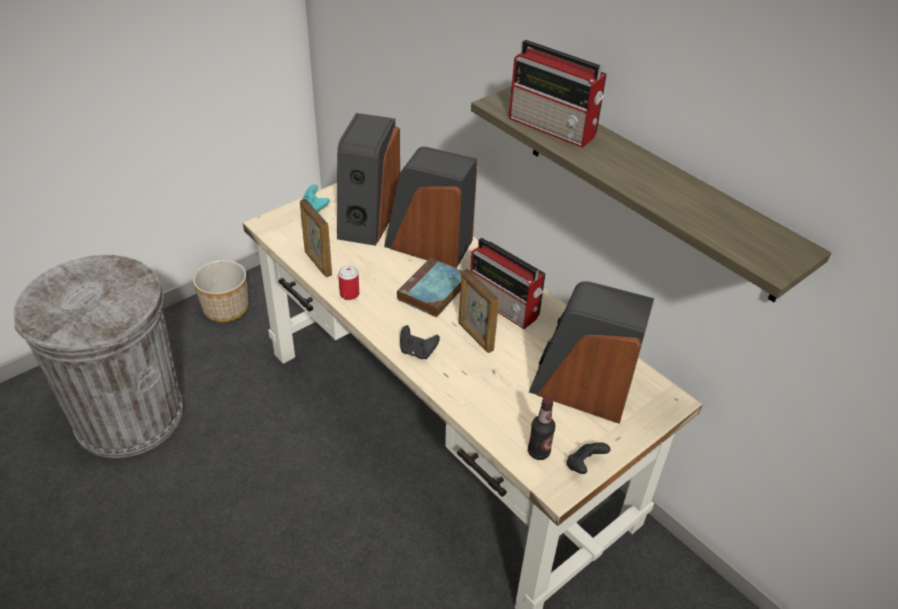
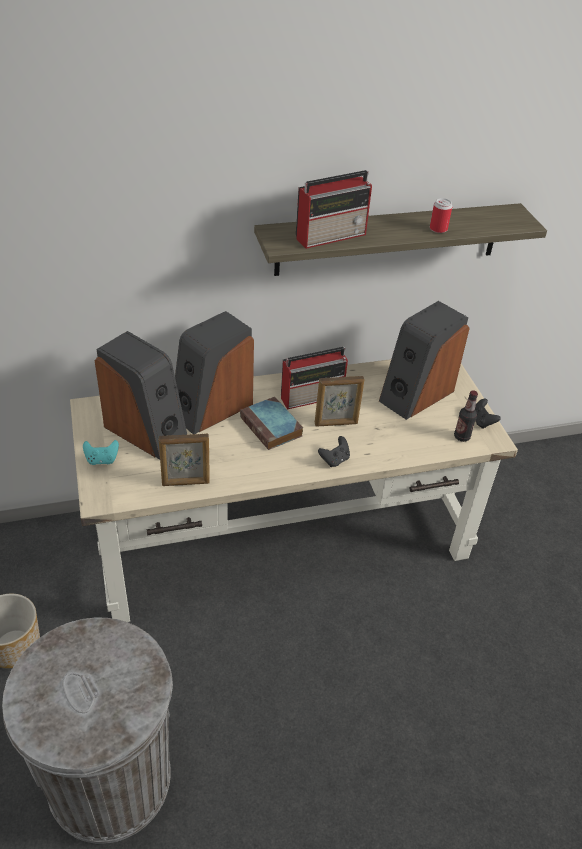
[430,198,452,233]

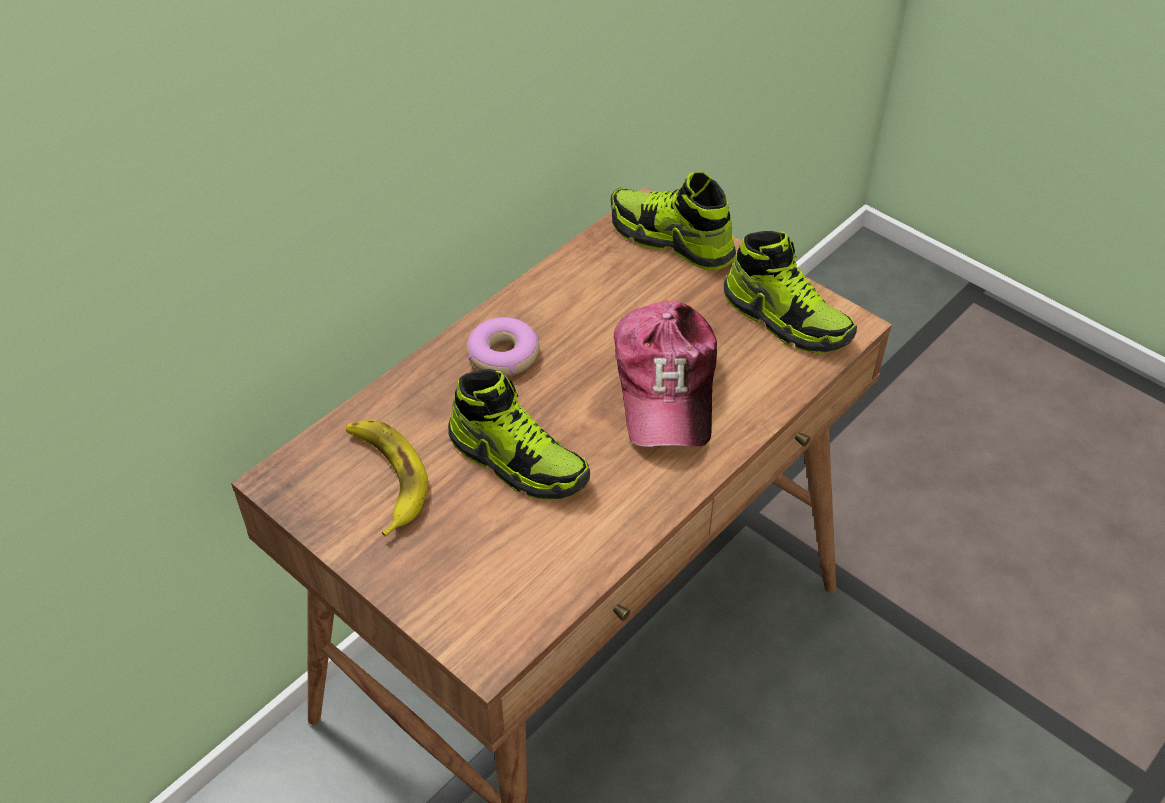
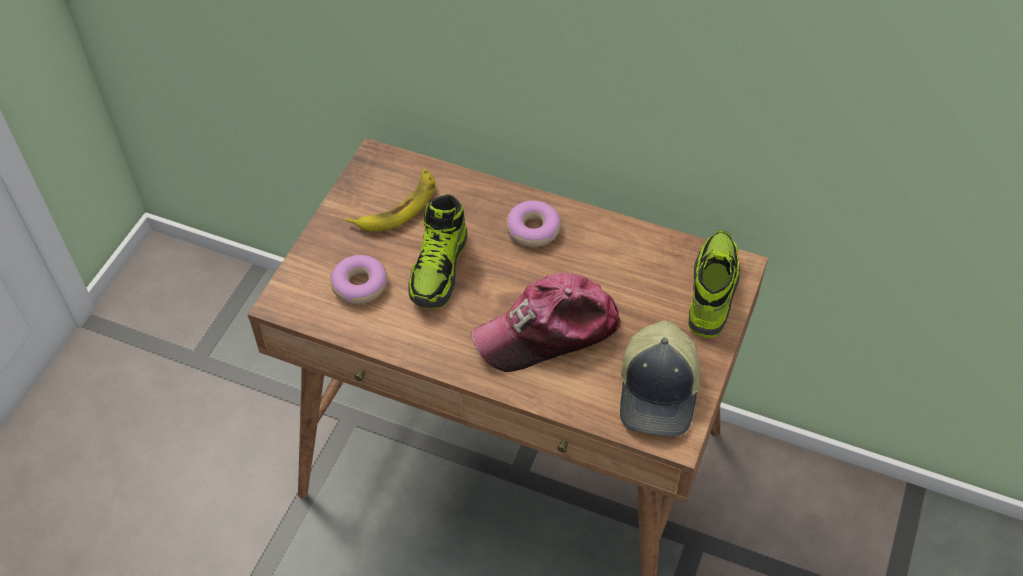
[330,255,388,304]
[620,320,700,437]

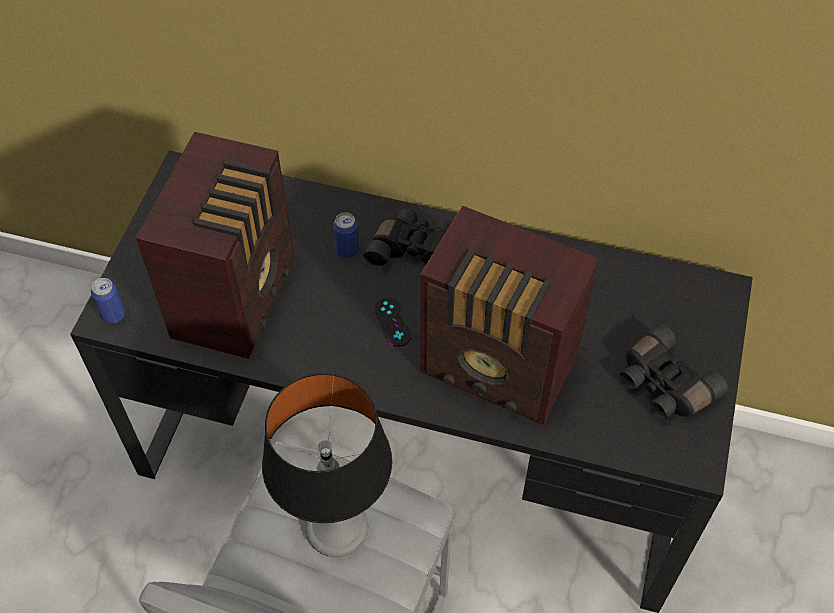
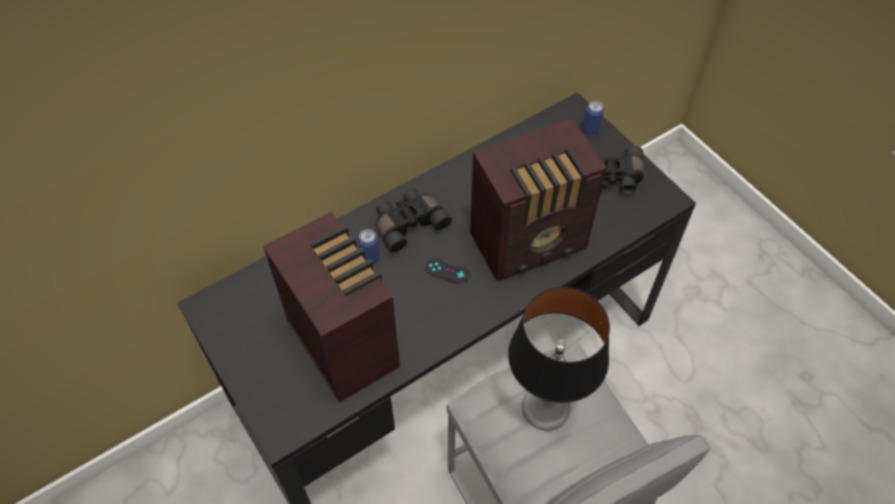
[583,101,604,136]

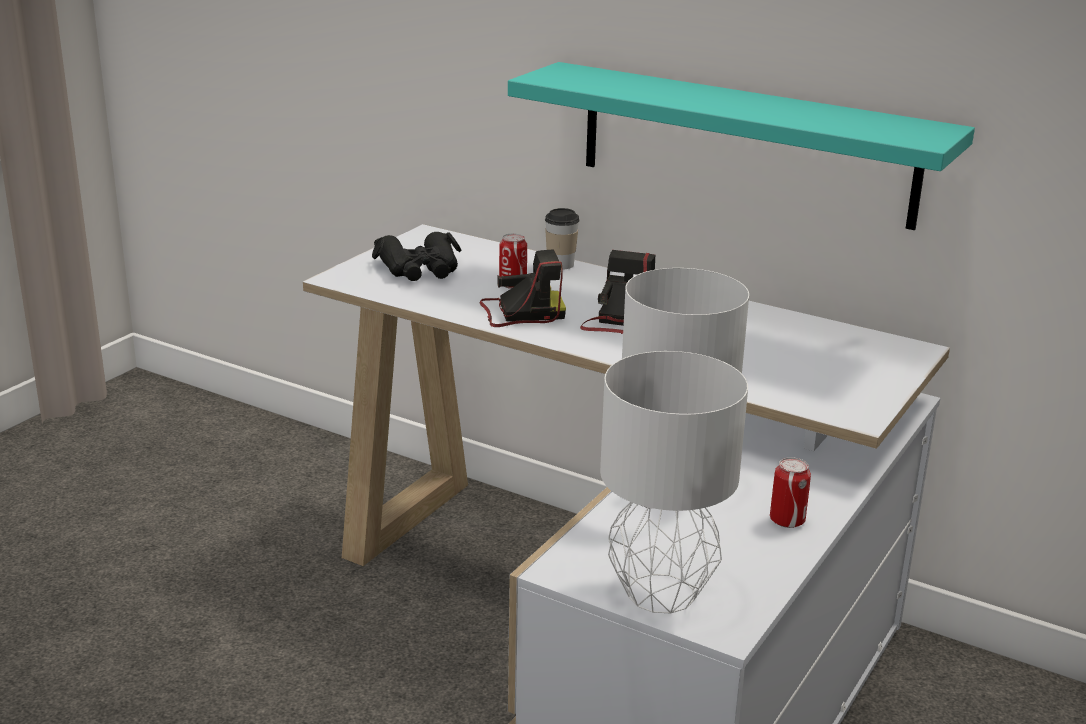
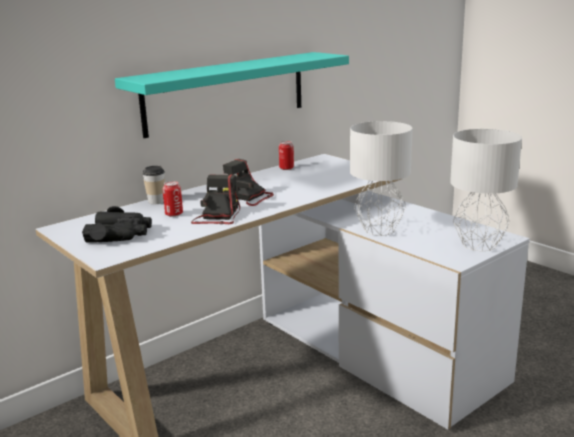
[279,141,294,170]

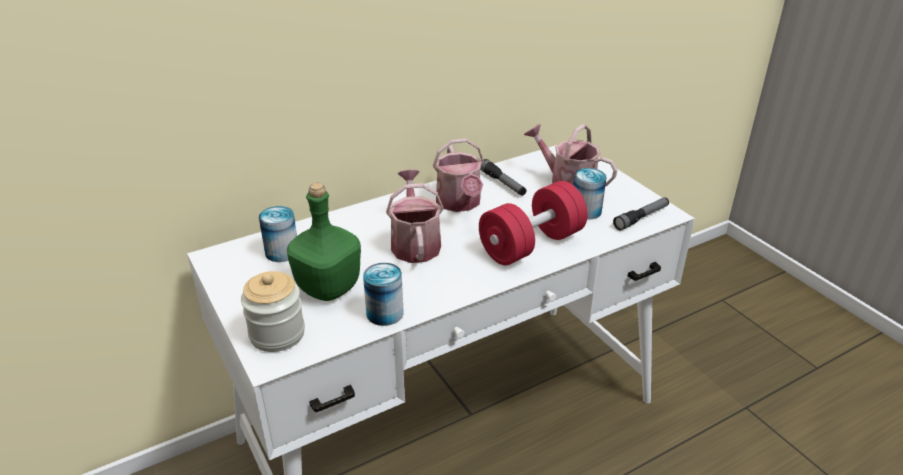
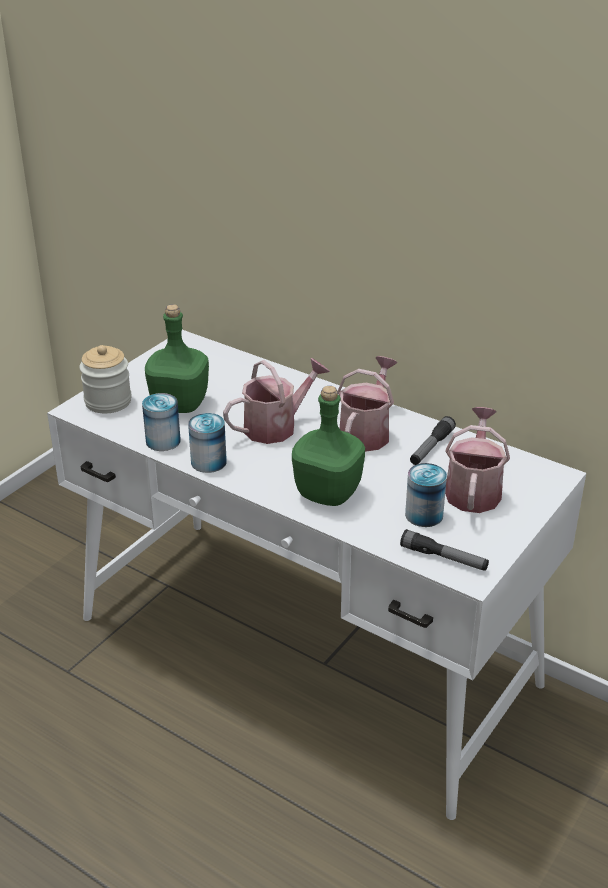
[188,413,227,473]
[292,386,365,506]
[338,356,398,452]

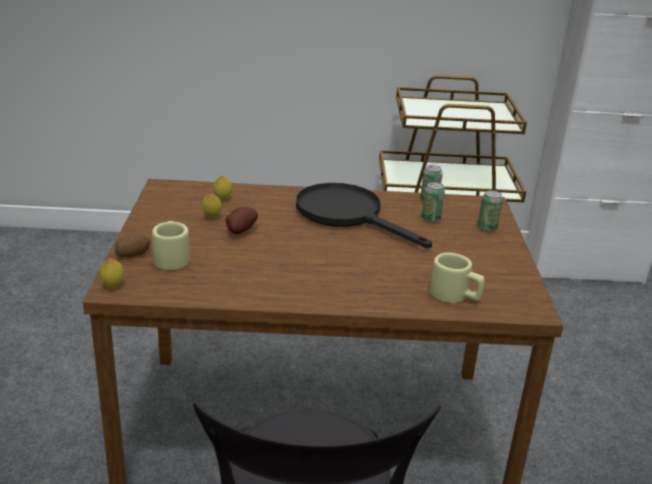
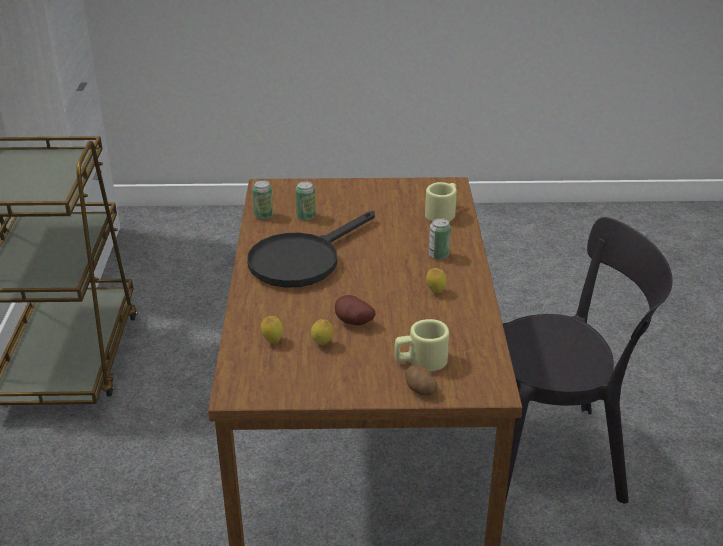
[426,268,447,293]
[429,218,451,260]

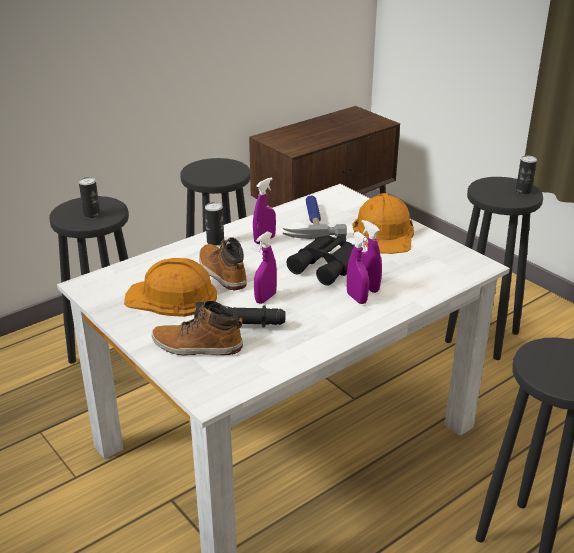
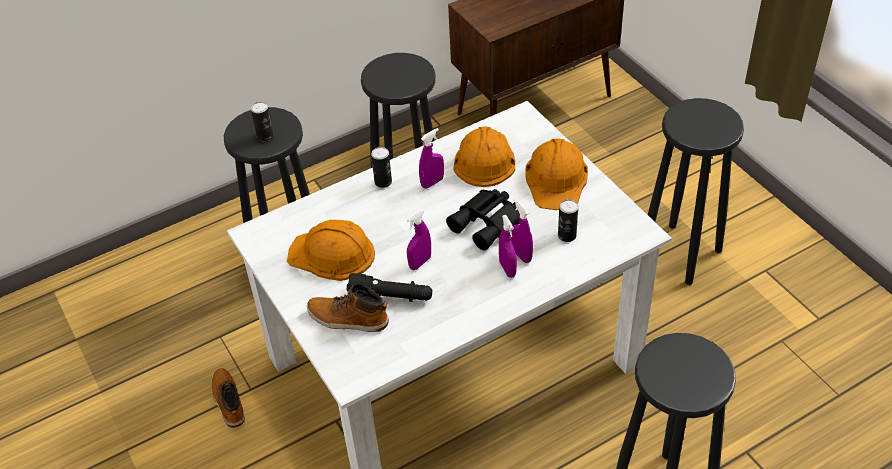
[211,368,245,428]
[558,200,578,242]
[454,126,515,187]

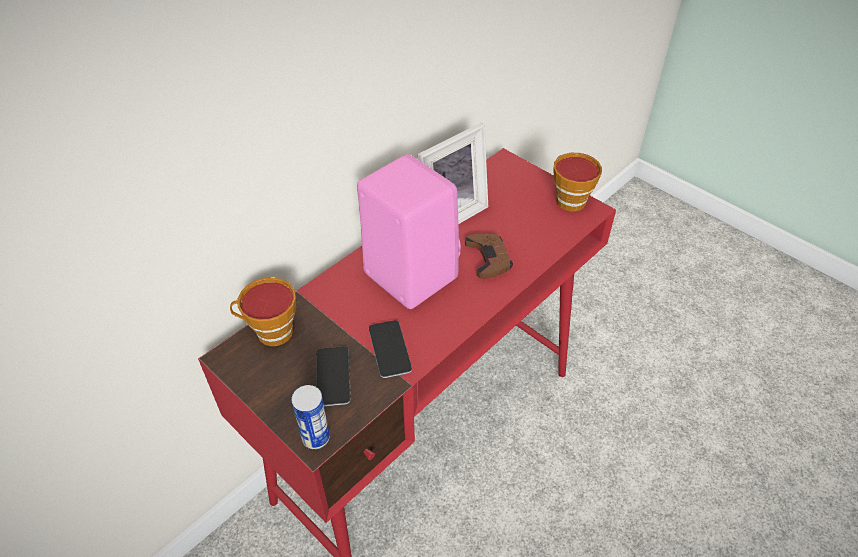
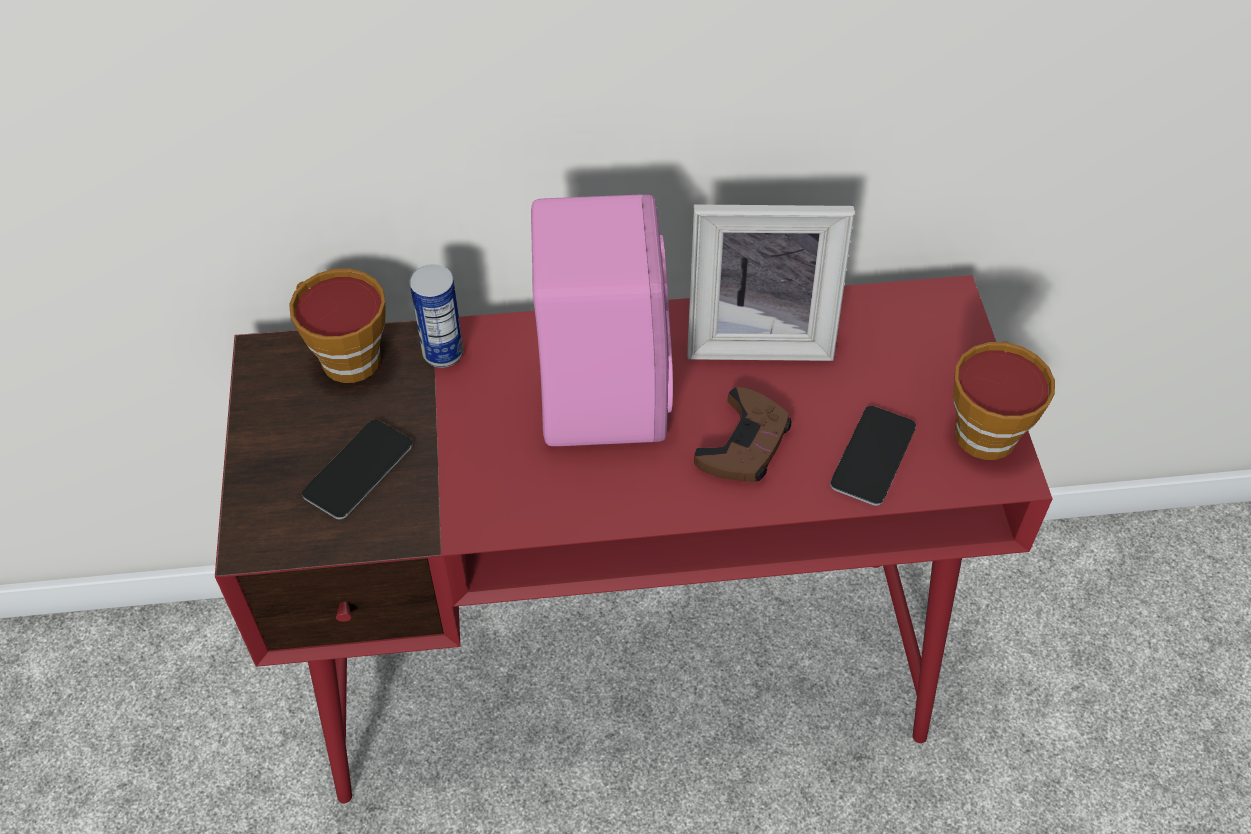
[410,264,463,368]
[830,406,916,506]

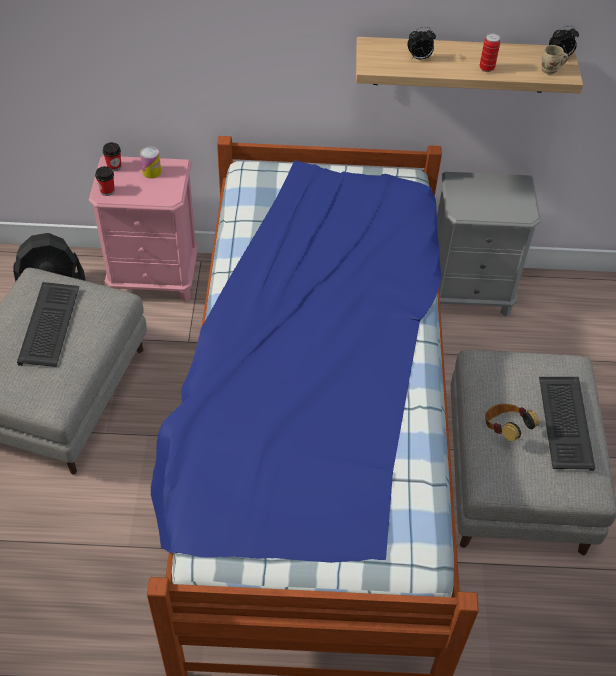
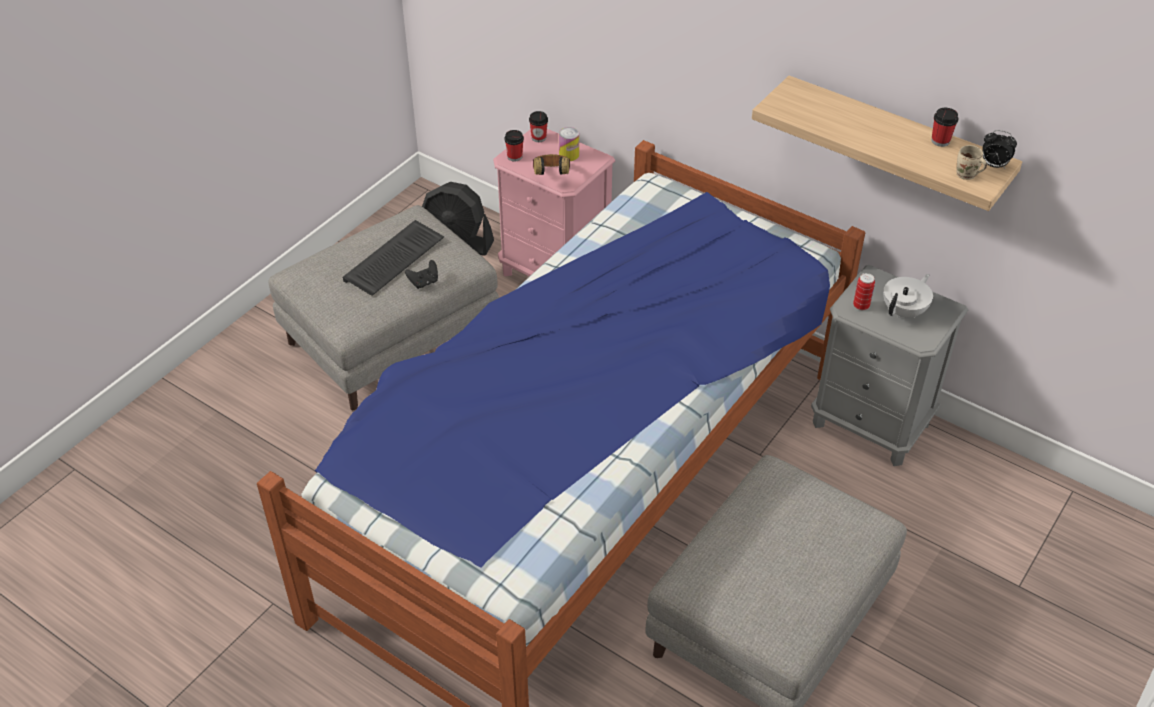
[407,27,436,60] (first image)
[539,377,595,470] (first image)
[405,260,438,289]
[883,274,933,318]
[931,108,958,147]
[853,273,875,310]
[533,154,570,175]

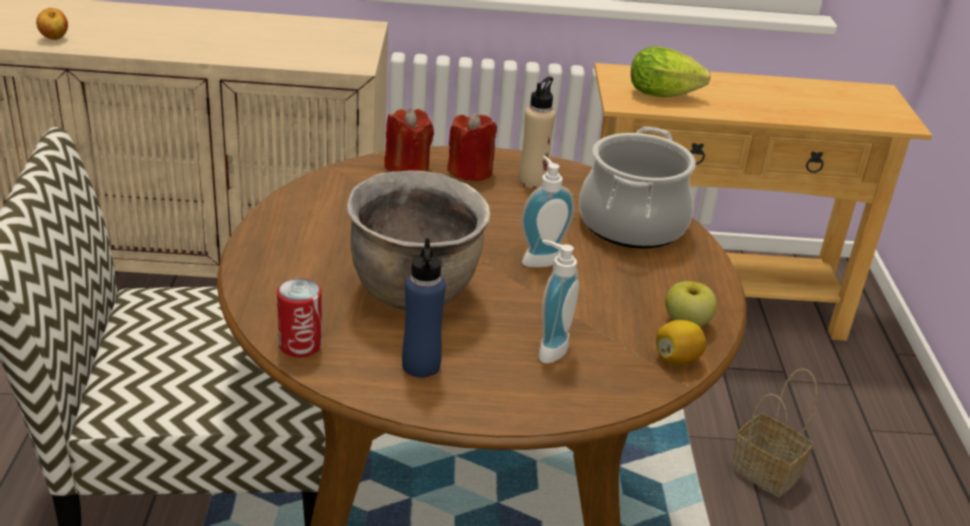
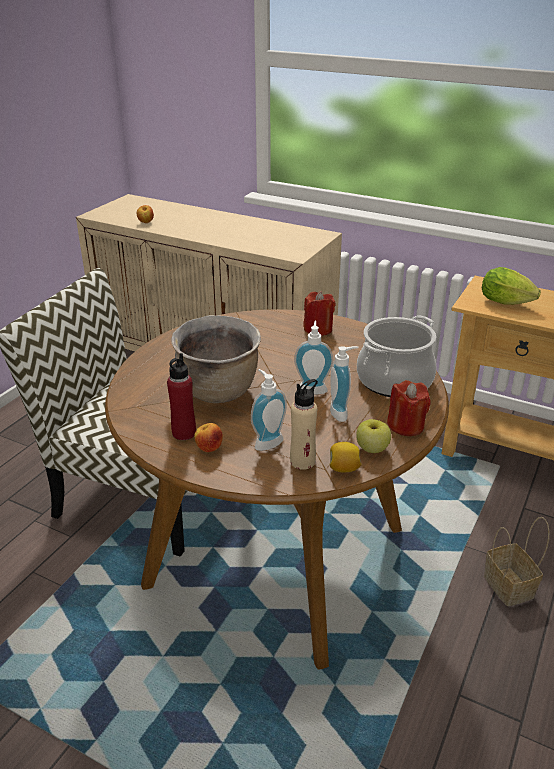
[277,278,322,357] (first image)
[194,423,223,452]
[330,346,358,422]
[387,380,431,436]
[290,379,318,470]
[167,353,196,440]

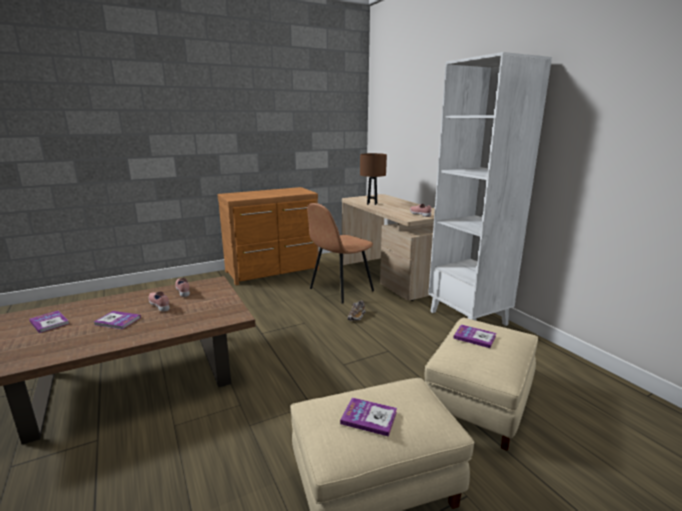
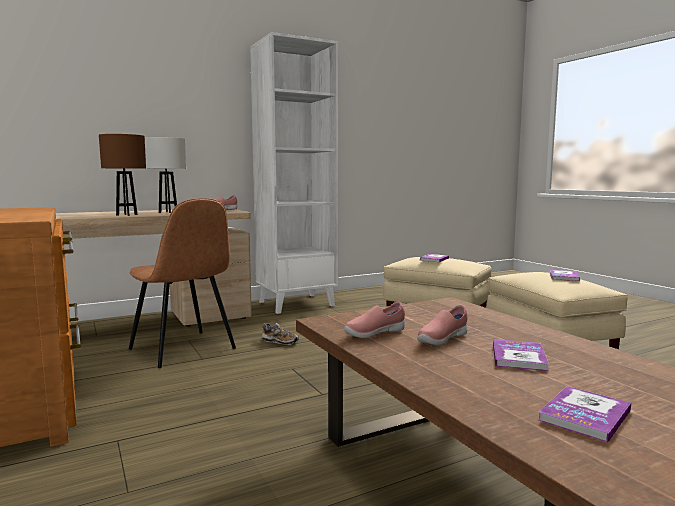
[145,137,186,213]

